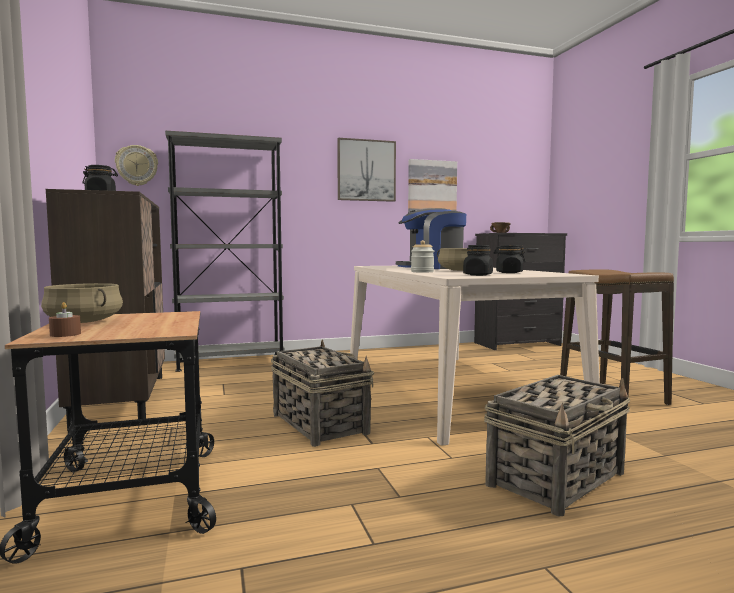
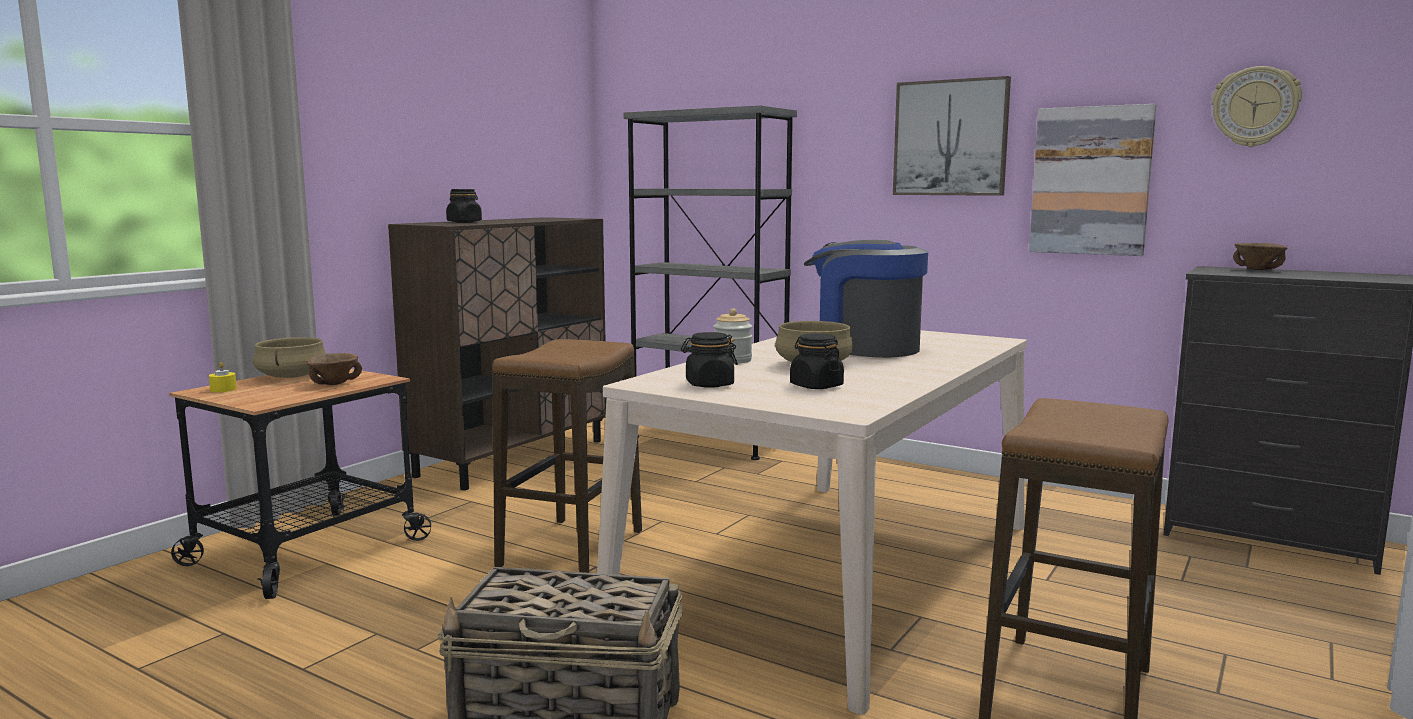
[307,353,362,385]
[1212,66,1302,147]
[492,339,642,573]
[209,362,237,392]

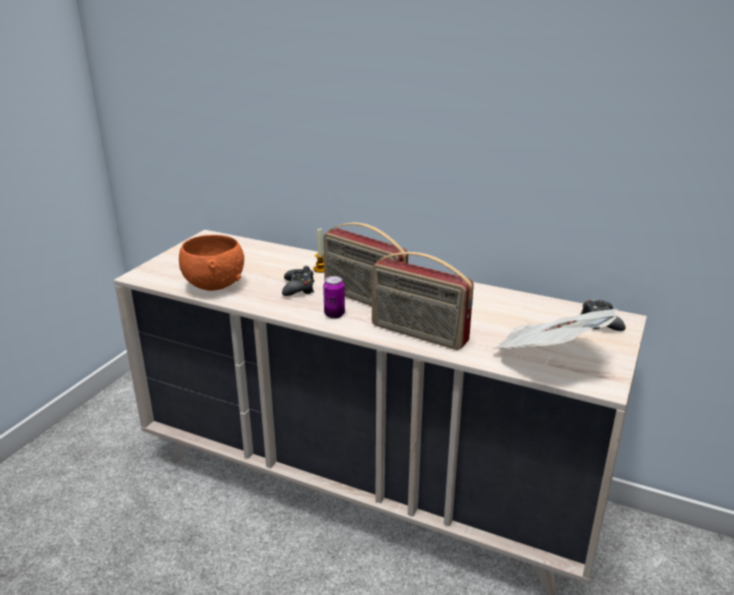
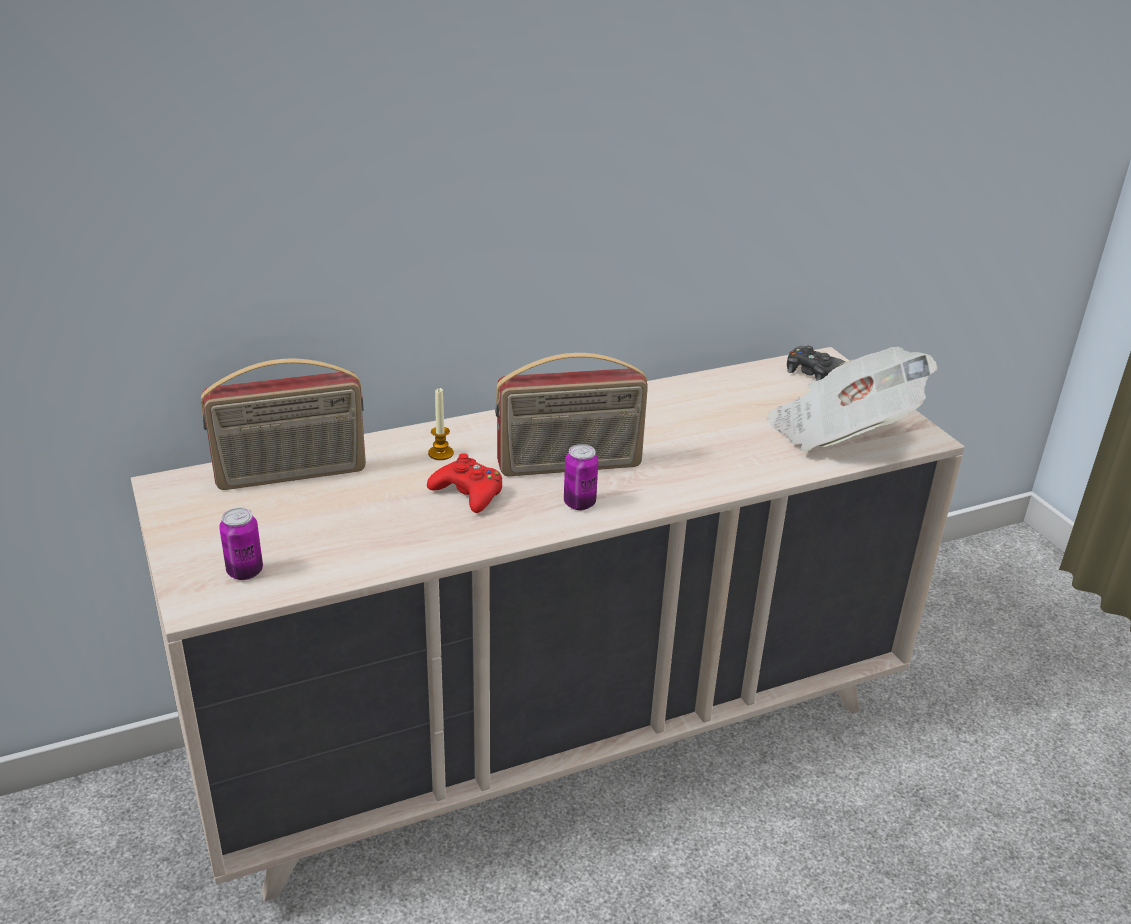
[179,235,244,291] (first image)
[219,508,263,580]
[201,358,366,490]
[427,453,502,513]

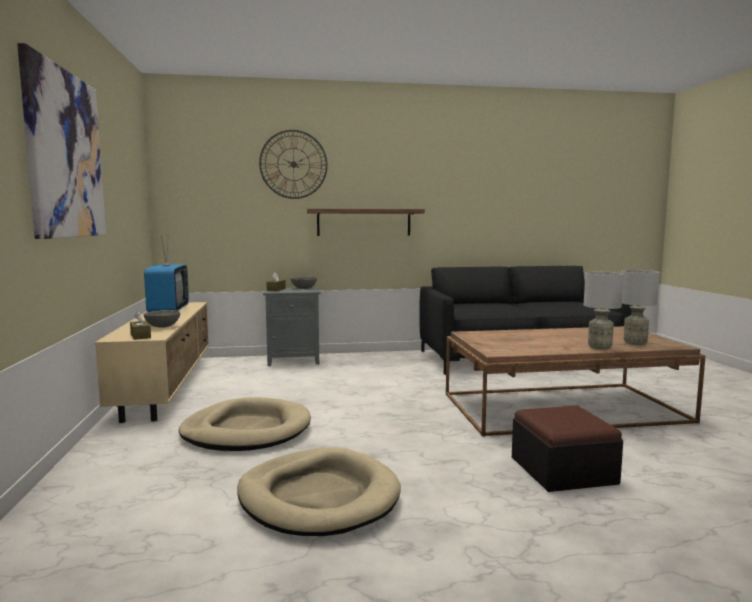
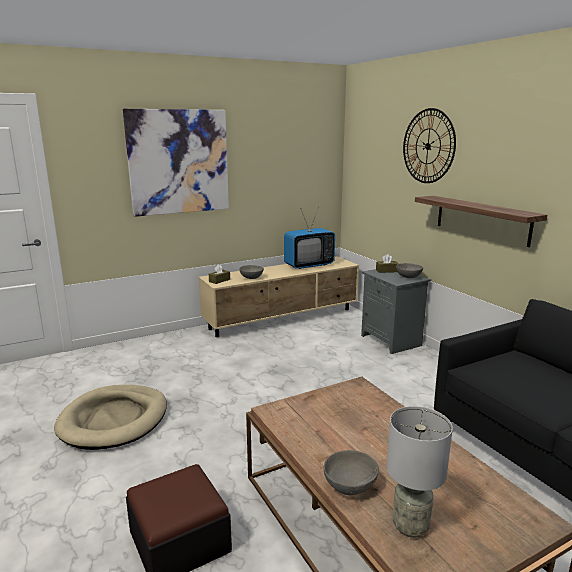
[179,397,311,451] (first image)
[324,450,379,495]

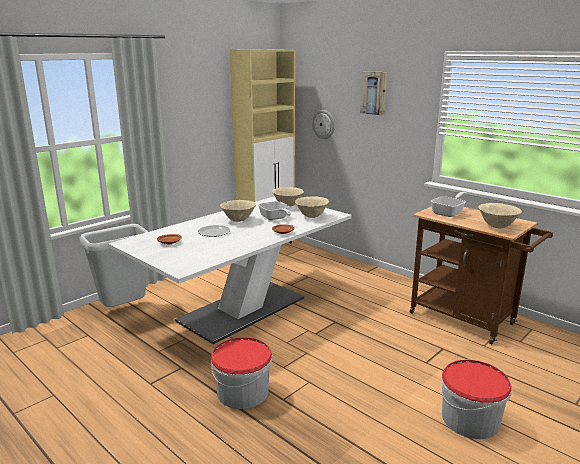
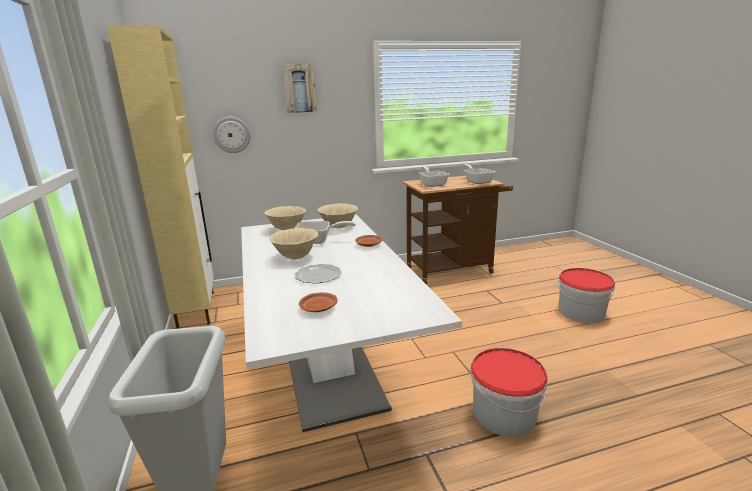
[462,164,495,184]

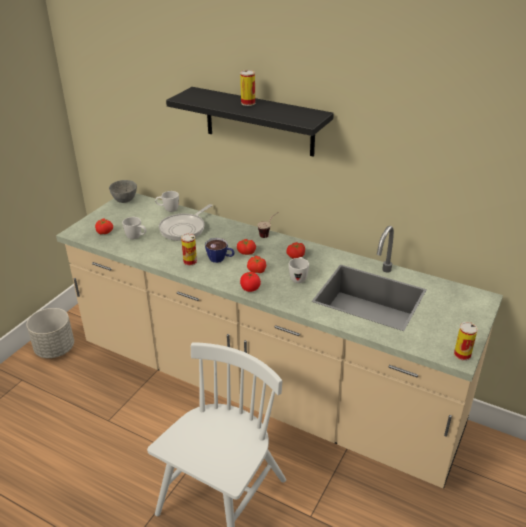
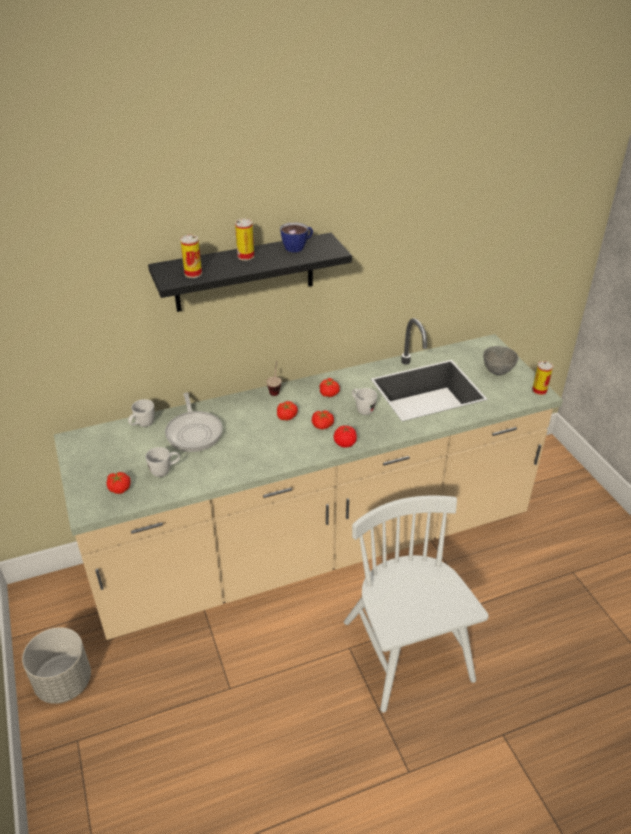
[483,346,519,375]
[180,235,202,278]
[280,222,313,252]

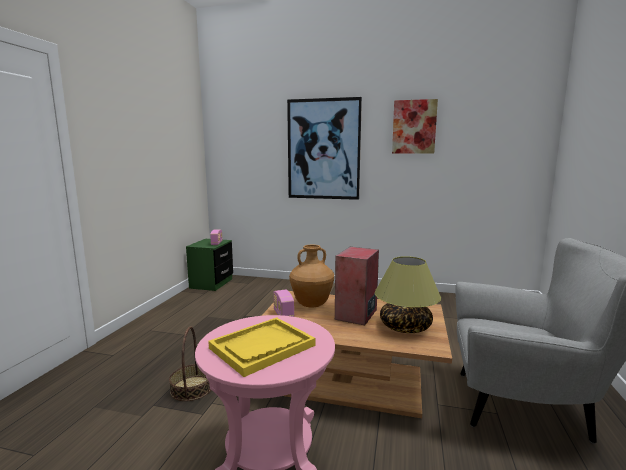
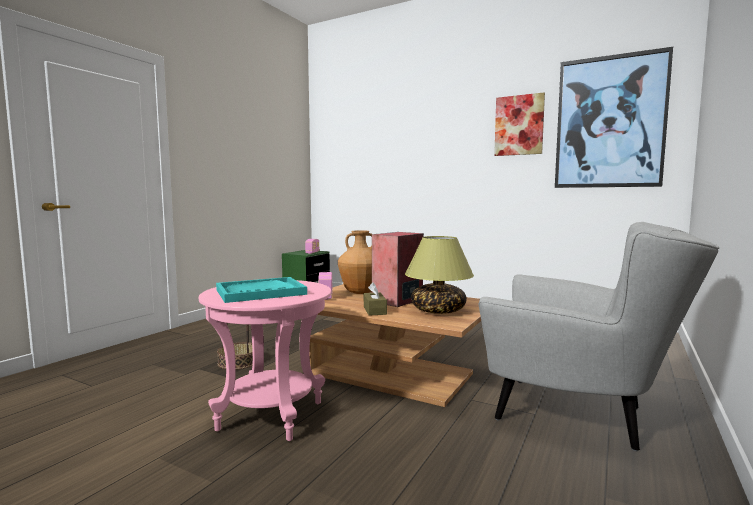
[364,282,387,316]
[555,47,673,188]
[216,277,307,303]

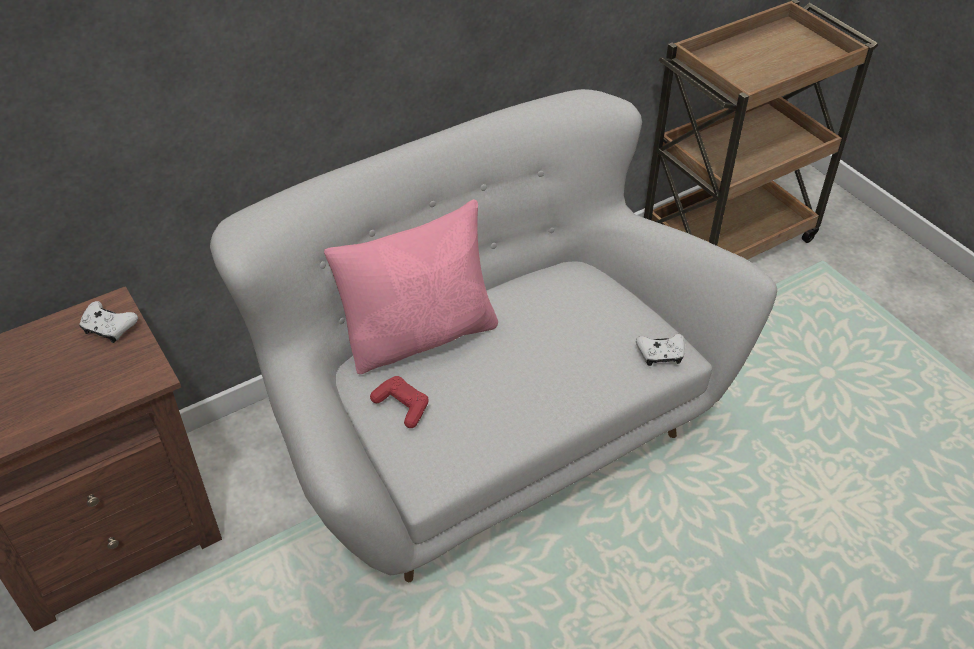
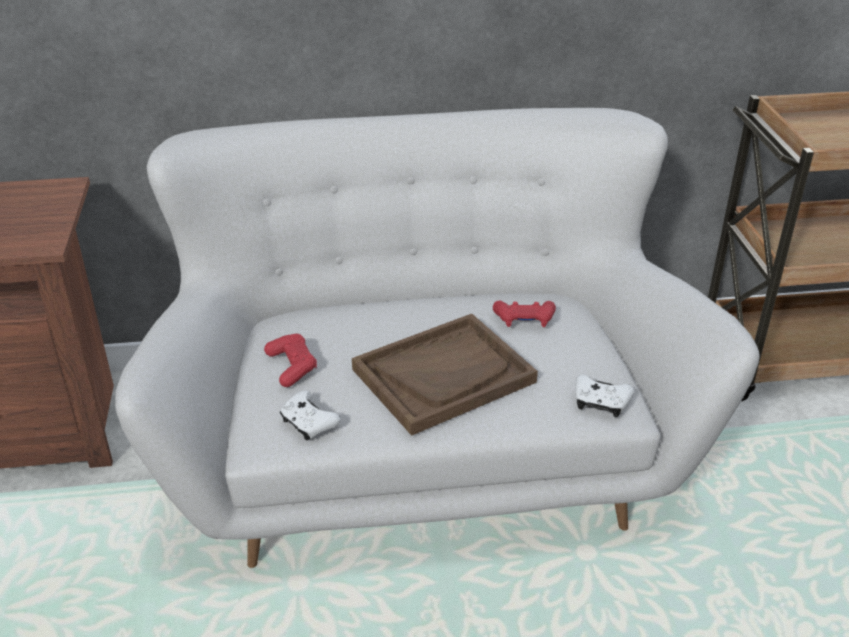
[324,199,498,374] (first image)
[352,314,538,436]
[493,300,556,327]
[280,391,341,441]

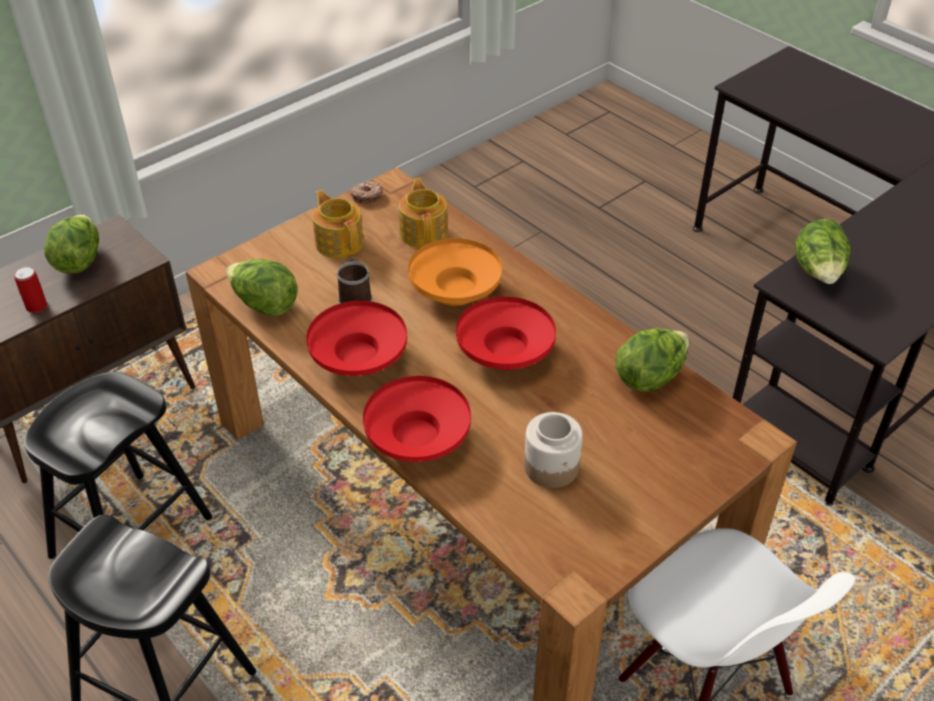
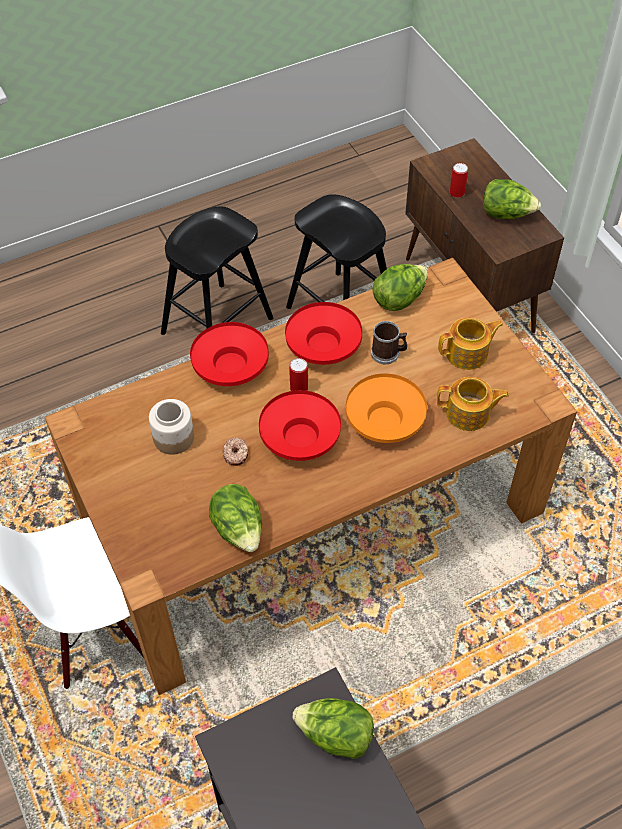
[290,358,308,391]
[222,437,248,466]

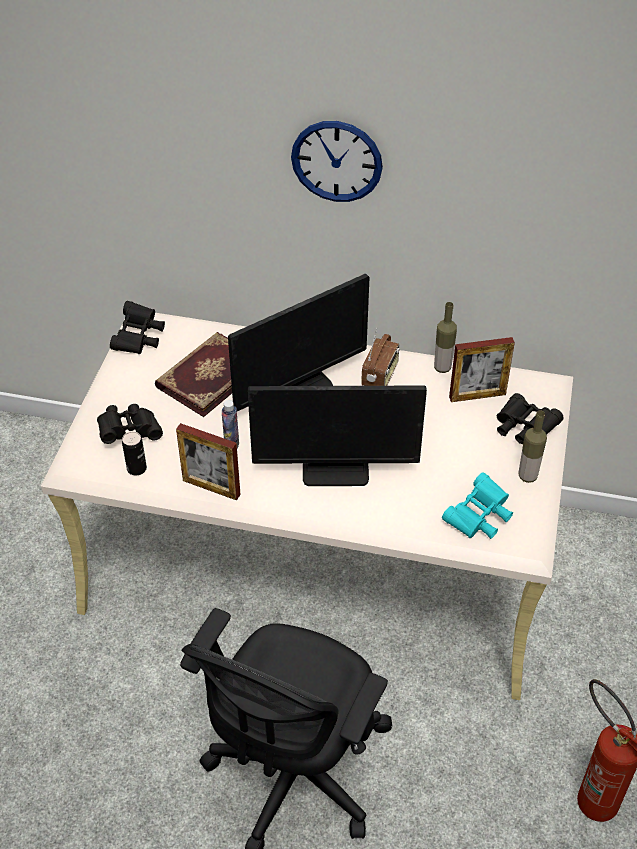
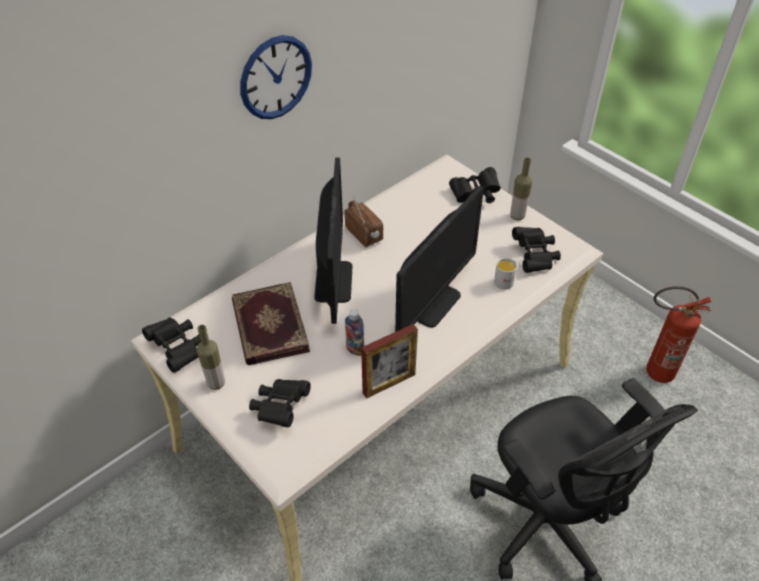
[122,431,147,476] (first image)
[449,337,515,402] (first image)
[494,258,517,290]
[196,325,225,390]
[512,227,561,273]

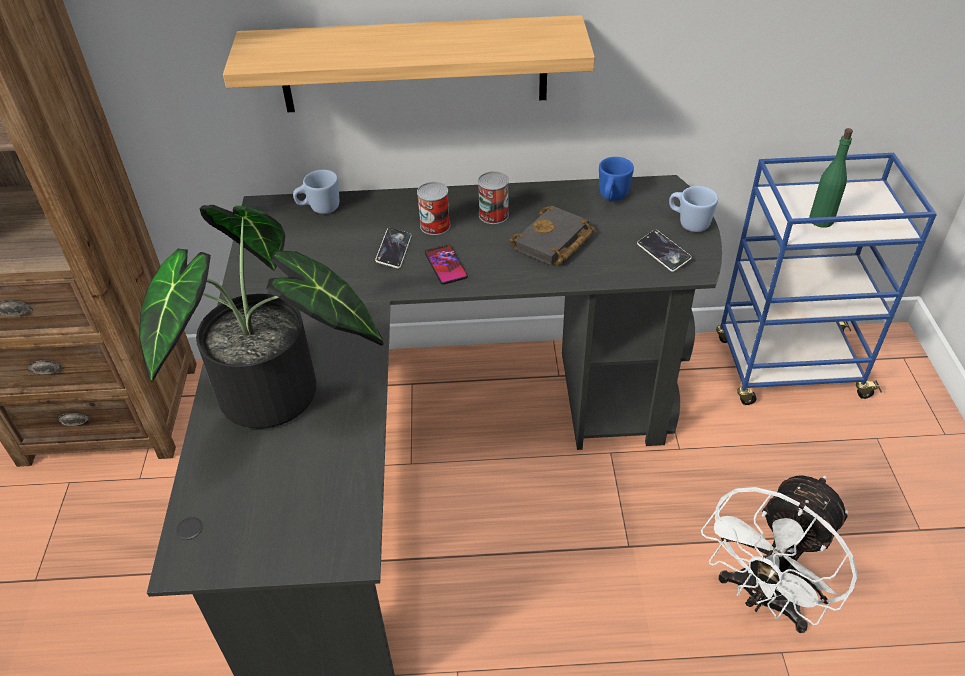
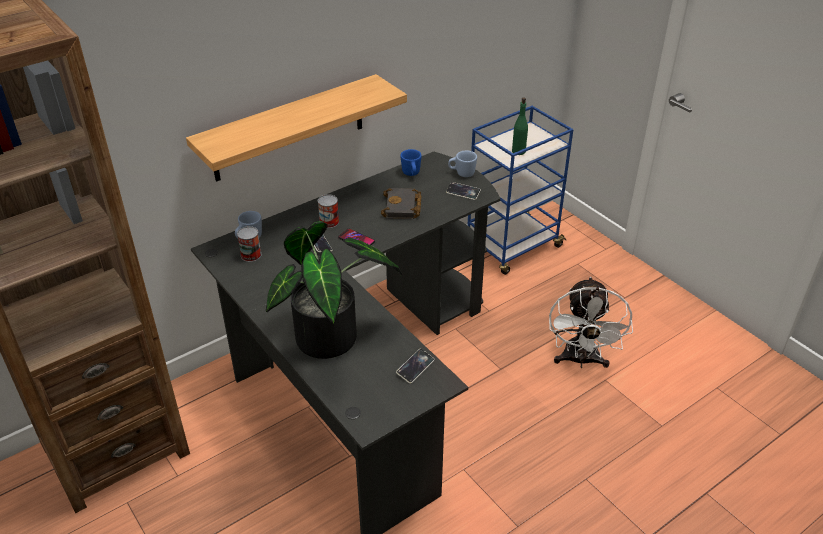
[396,349,434,384]
[237,226,262,262]

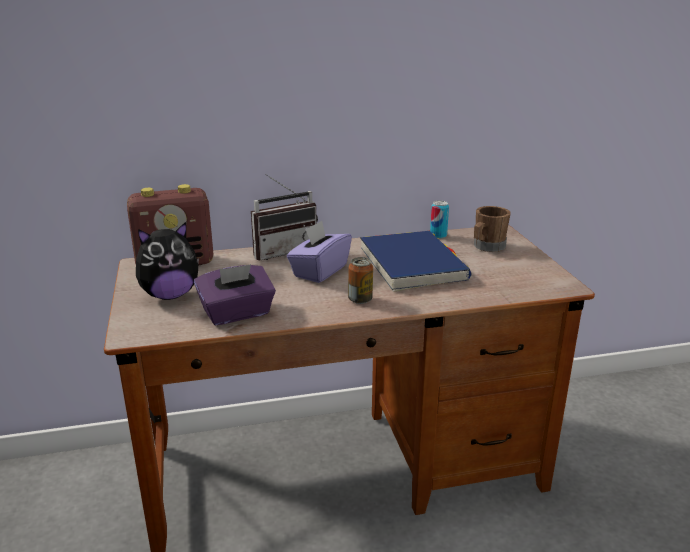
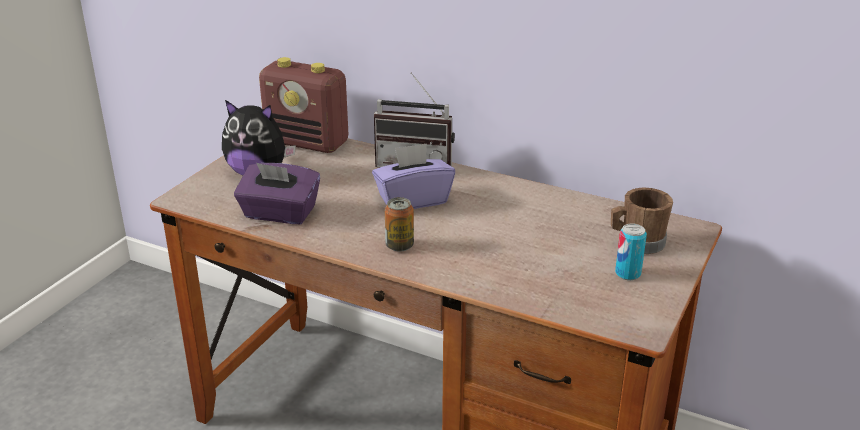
[360,231,472,292] (first image)
[615,224,647,280]

